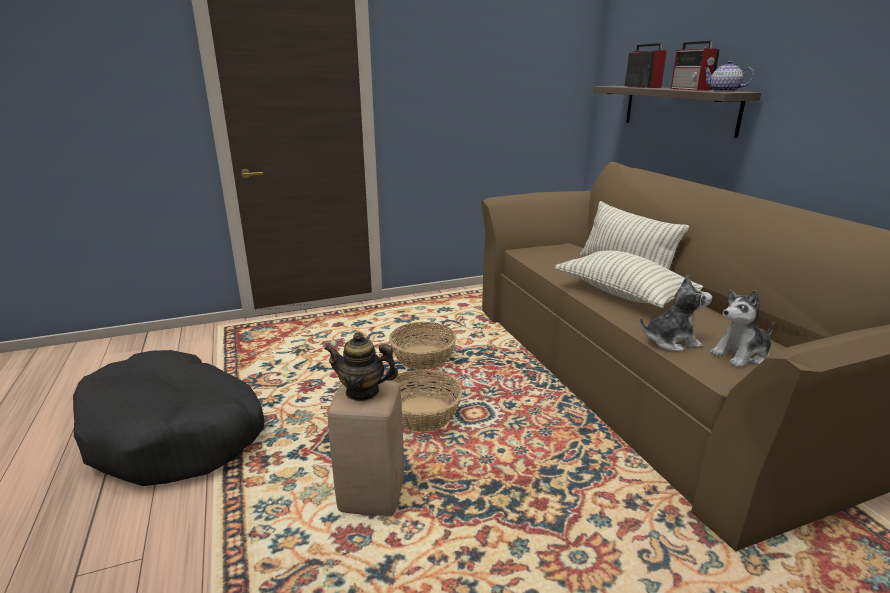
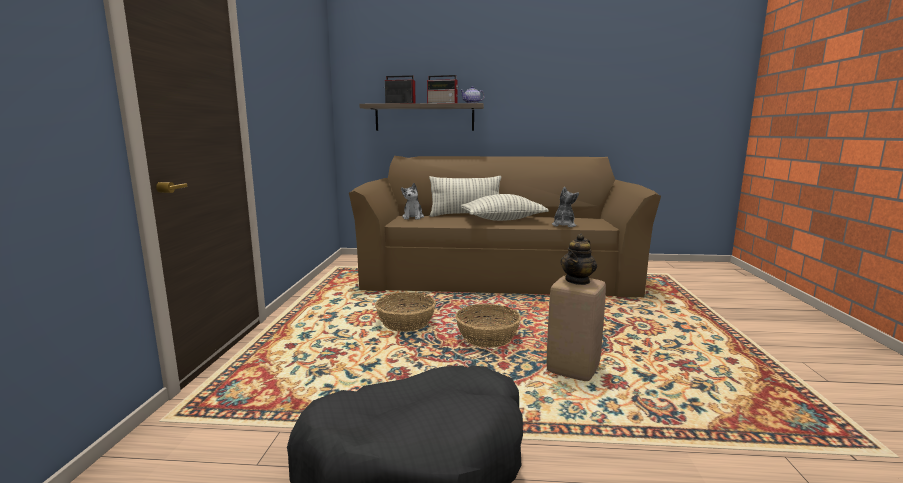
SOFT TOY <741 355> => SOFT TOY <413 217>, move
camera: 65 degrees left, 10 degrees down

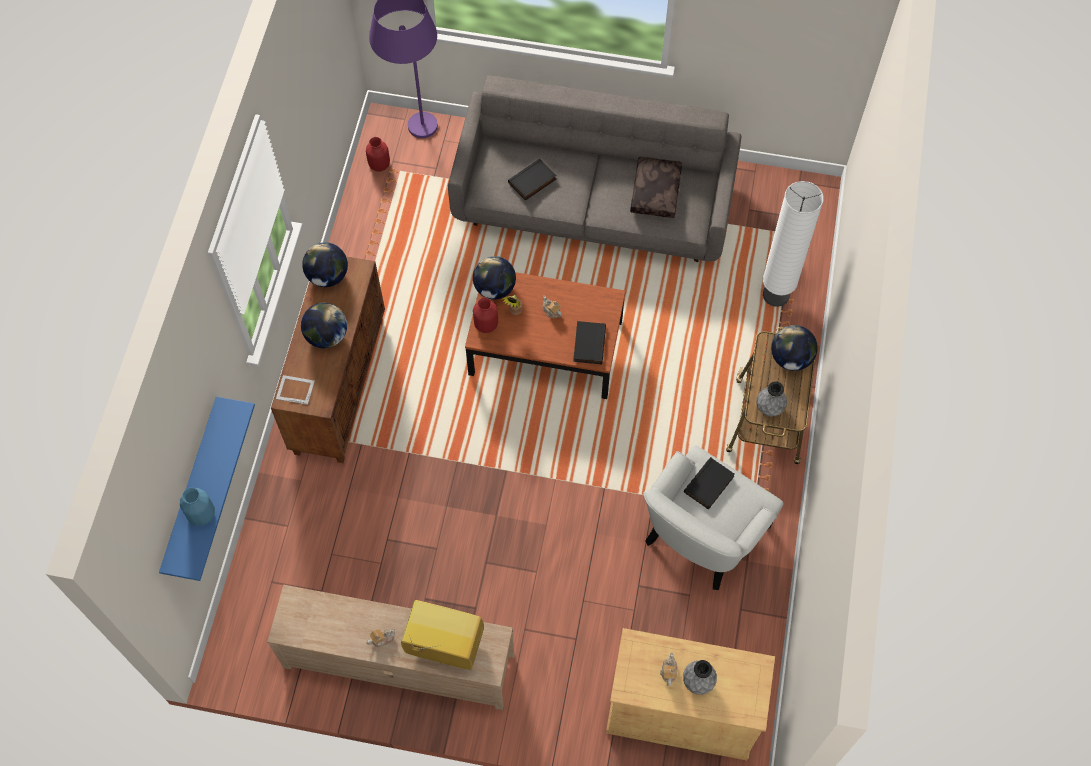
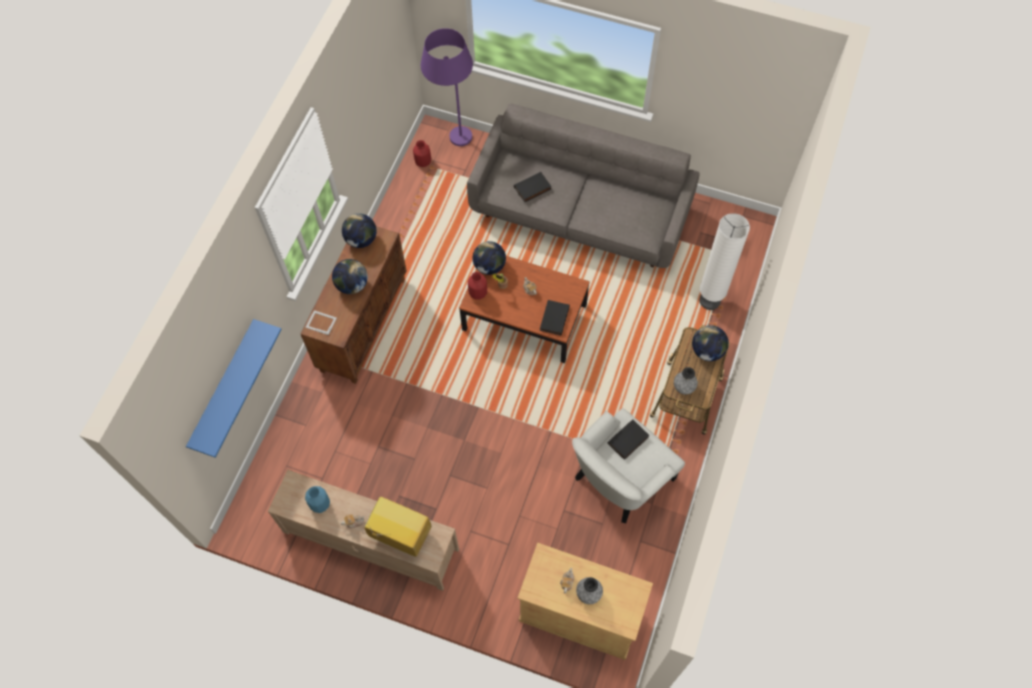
BLUE-COLOURED DECORATIVE VASE <201 514> => BLUE-COLOURED DECORATIVE VASE <320 504>, move
BROWN THROW PILLOW <654 191> => nothing
camera: 10 degrees right, 0 degrees up

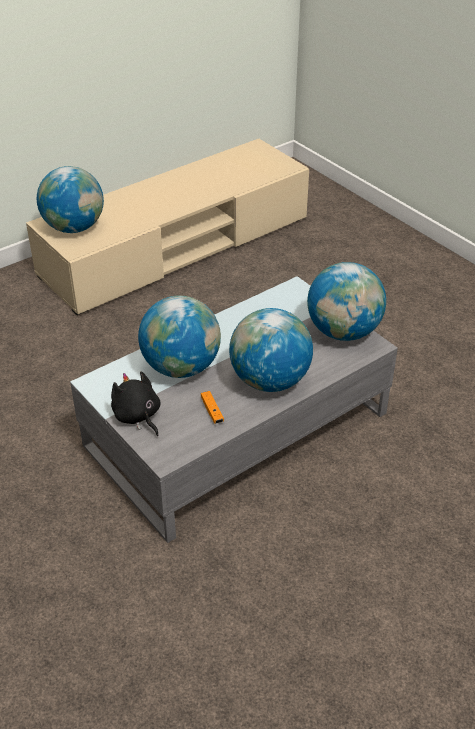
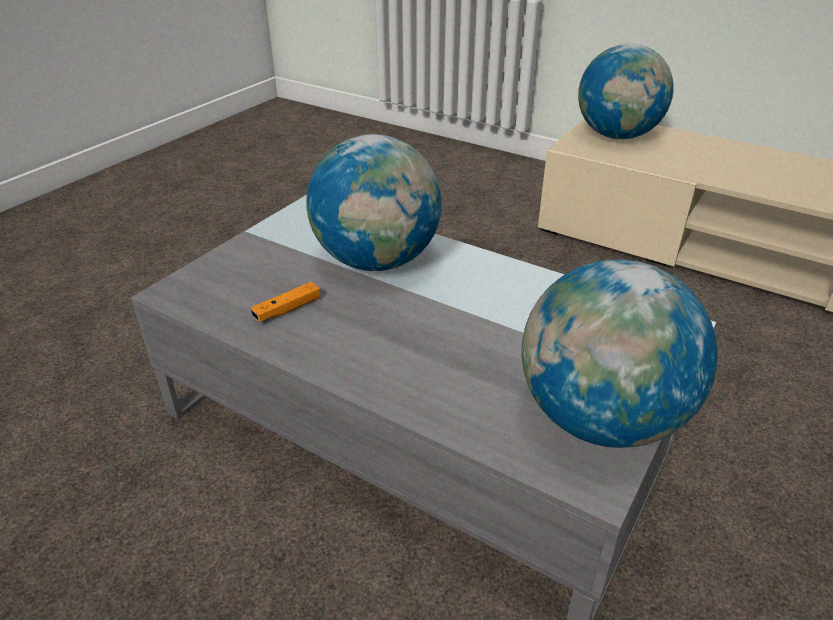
BLACK SOFT TOY <137 416> => nothing
DESK GLOBE <269 380> => nothing
camera: 70 degrees right, 5 degrees down

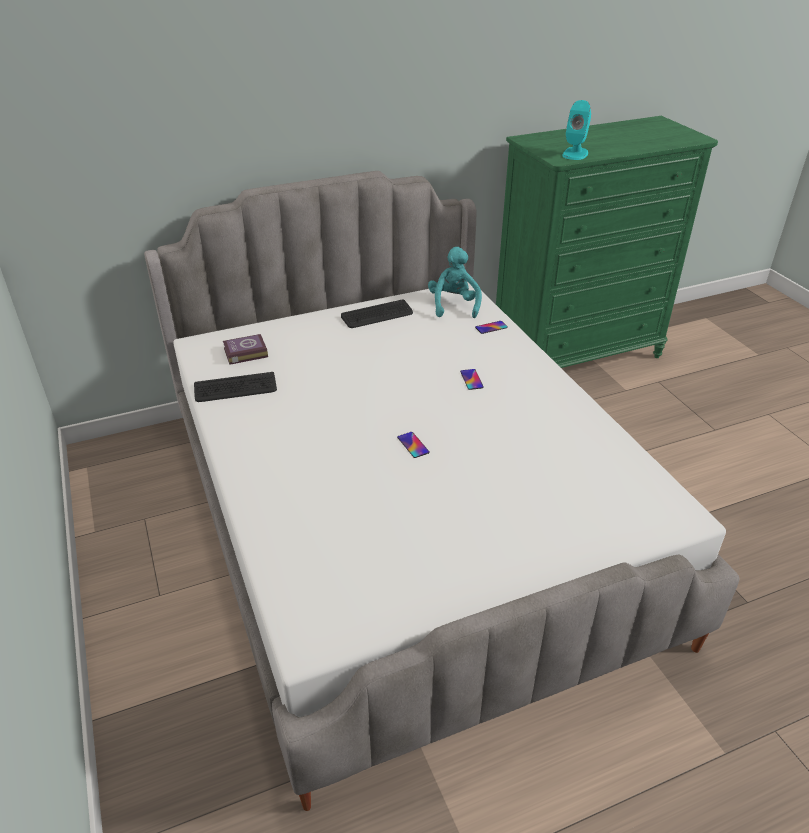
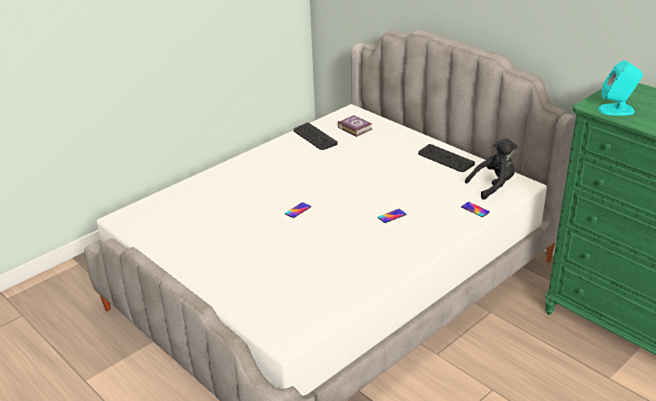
TURQUOISE SOFT TOY <454 305> => BLACK SOFT TOY <493 186>
camera: 70 degrees right, 5 degrees down

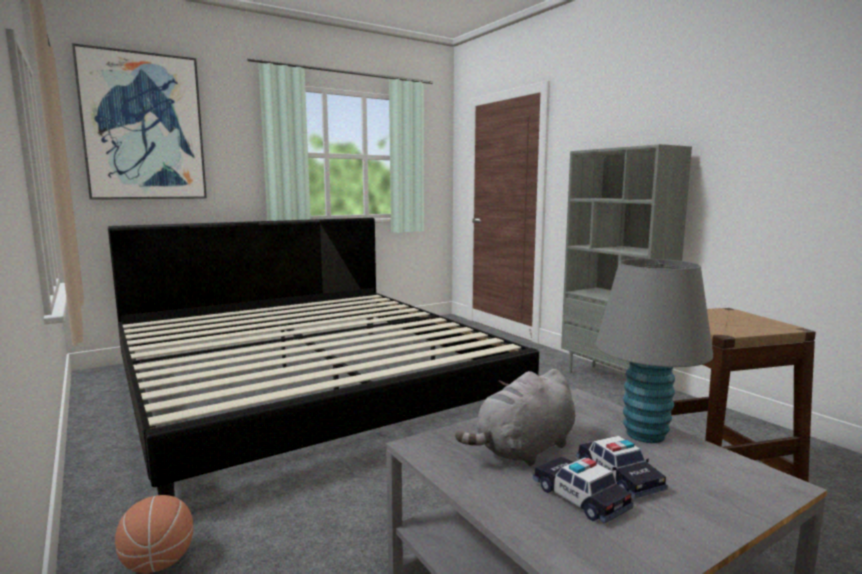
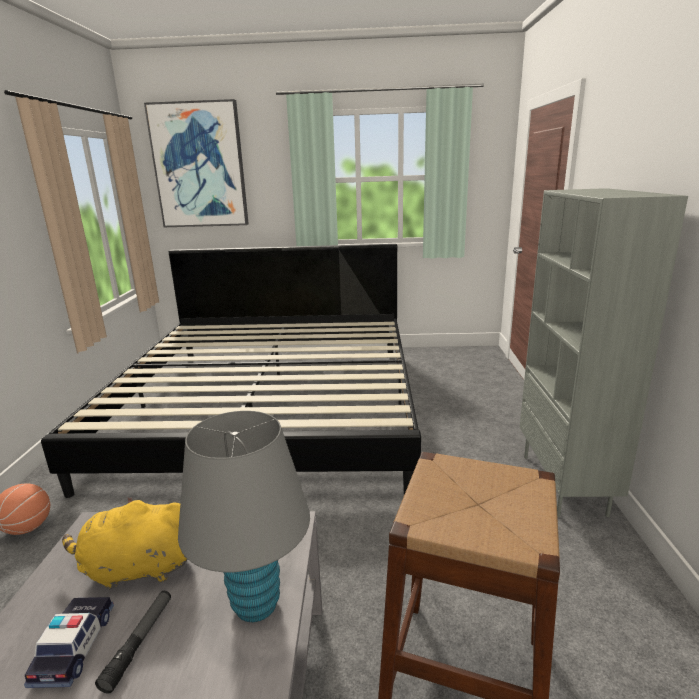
GREY SOFT TOY <524 450> => YELLOW SOFT TOY <137 568>
TOY CAR <618 476> => TORCH <139 642>
camera: 35 degrees right, 10 degrees up

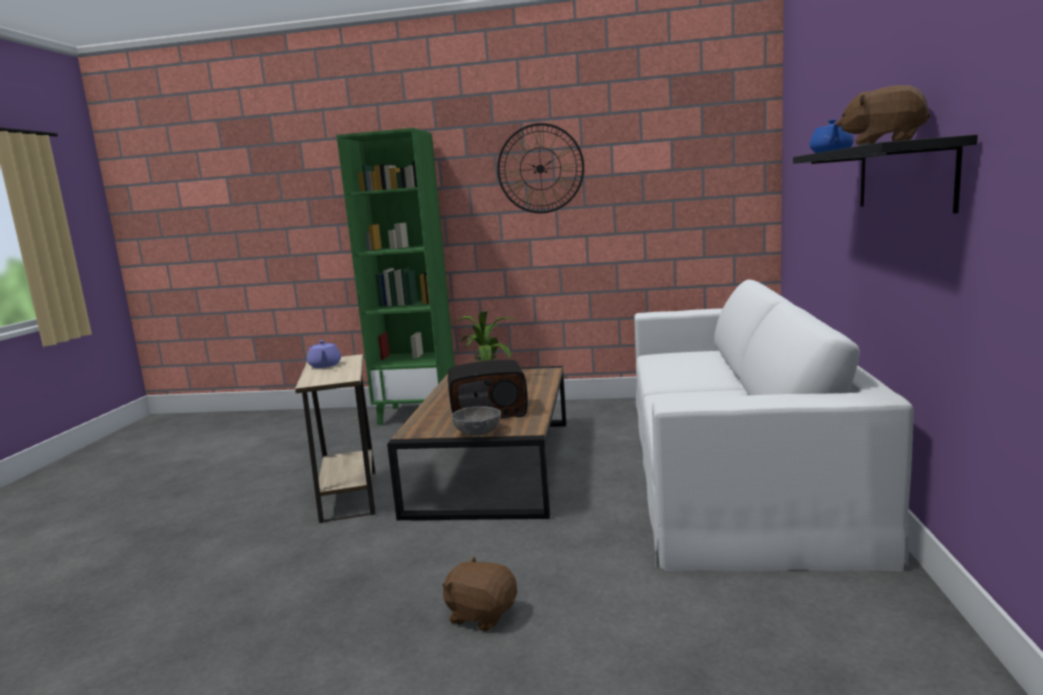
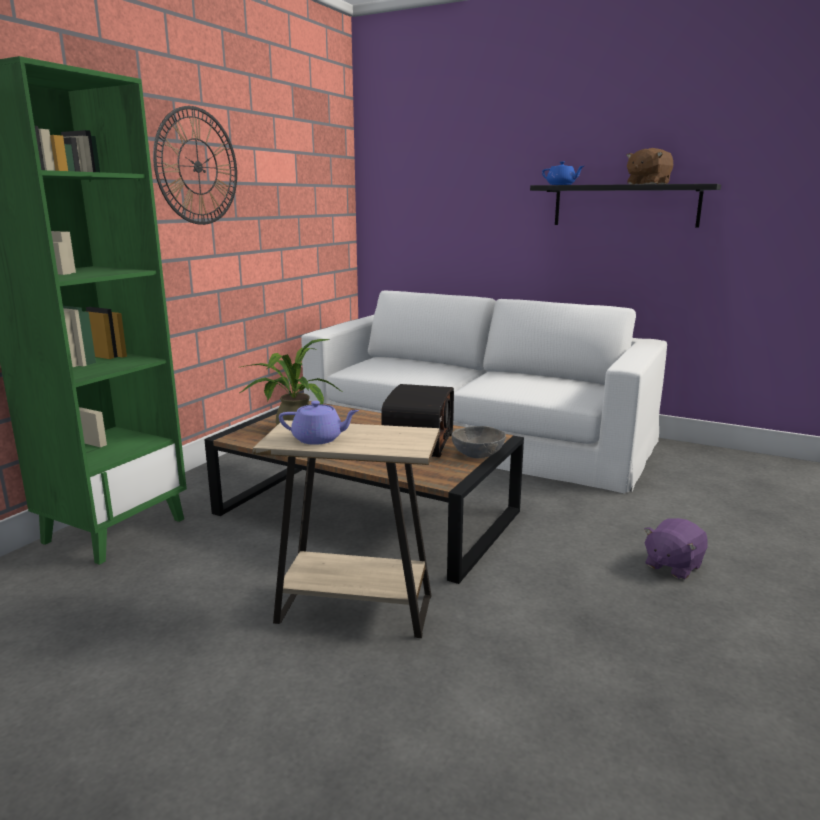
BROWN SOFT TOY <481 614> => PURPLE-COLOURED SOFT TOY <672 565>
camera: 70 degrees left, 5 degrees up

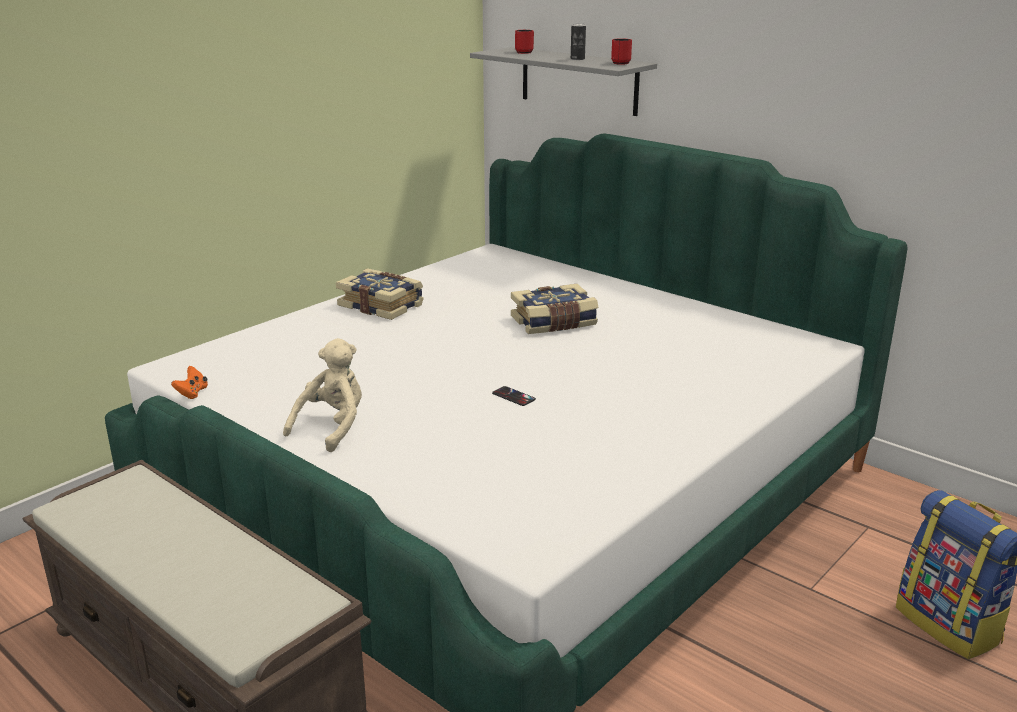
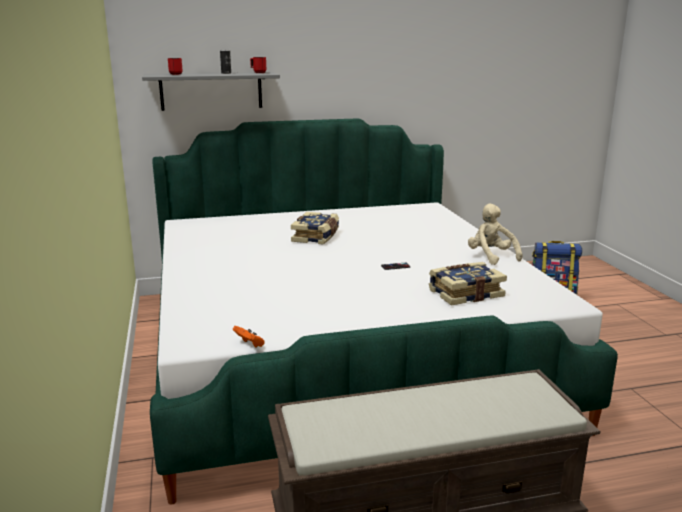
SAND-COLOURED SOFT TOY <332 427> => SAND-COLOURED SOFT TOY <491 257>, move
VOLUME <382 305> => VOLUME <465 293>, move
camera: 55 degrees left, 5 degrees down

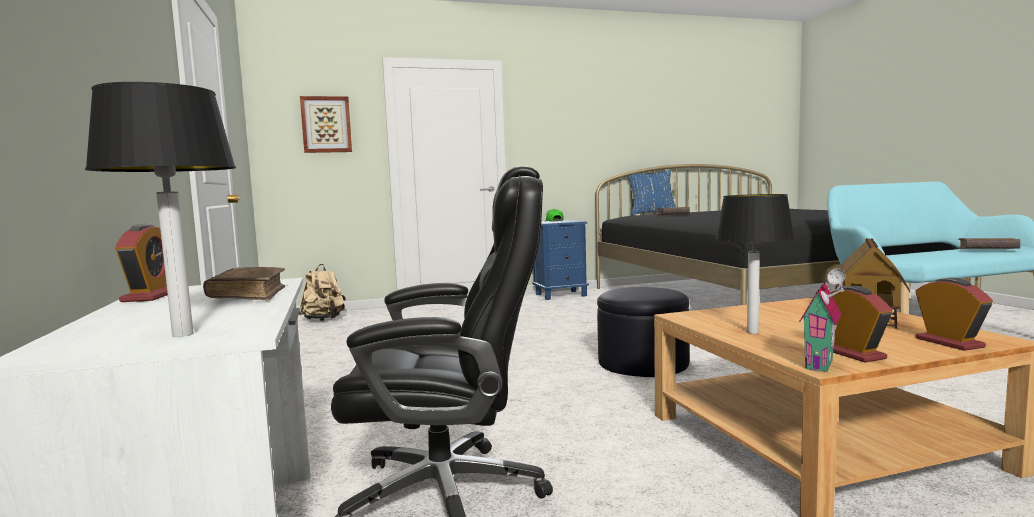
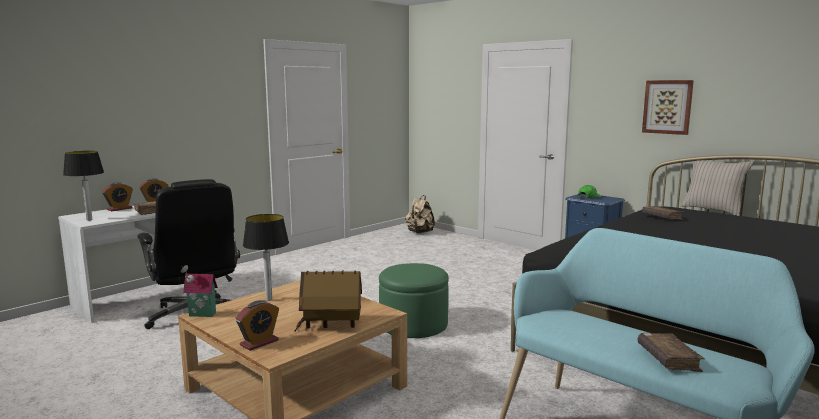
WALL PICTURE <326 124> => WALL PICTURE <667 107>, move
BLACK FOOTREST <643 363> => GREEN FOOTREST <413 324>
BLUE-COLOURED THROW PILLOW <652 213> => SAND-COLOURED THROW PILLOW <712 210>
BEDSIDE CLOCK <852 354> => BEDSIDE CLOCK <119 209>, move
camera: 60 degrees right, 5 degrees up

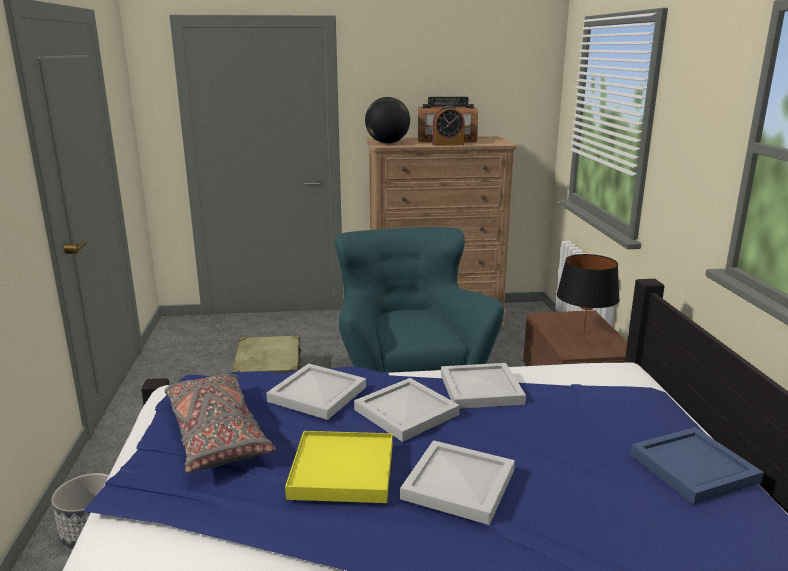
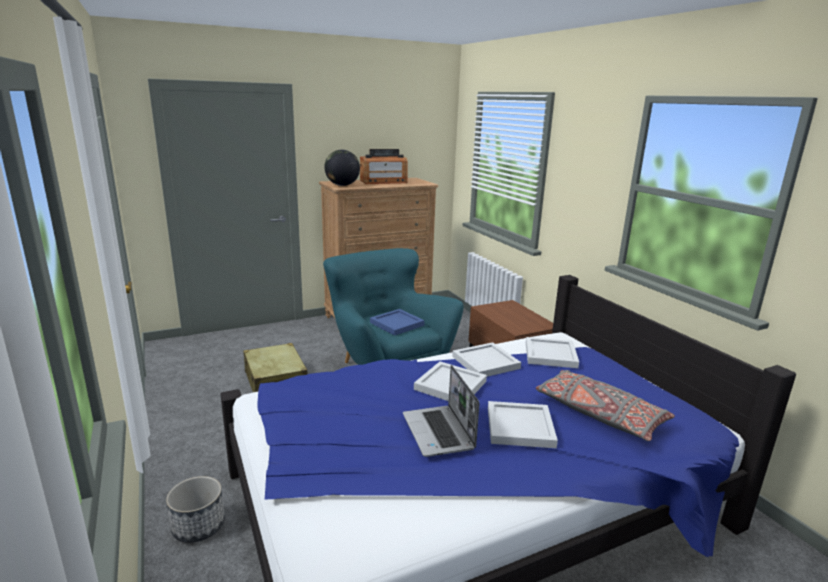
GREY THROW PILLOW <216 434> => GREY THROW PILLOW <599 414>, move
WHITISH SERVING TRAY <317 393> => WHITISH SERVING TRAY <549 354>, move
YELLOW SERVING TRAY <343 471> => PORTABLE COMPUTER <439 432>
BEDSIDE CLOCK <448 144> => nothing
BLACK TABLE LAMP <584 333> => nothing
BLUE-COLOURED SERVING TRAY <691 467> => BLUE-COLOURED SERVING TRAY <396 324>, move
camera: 20 degrees left, 0 degrees up

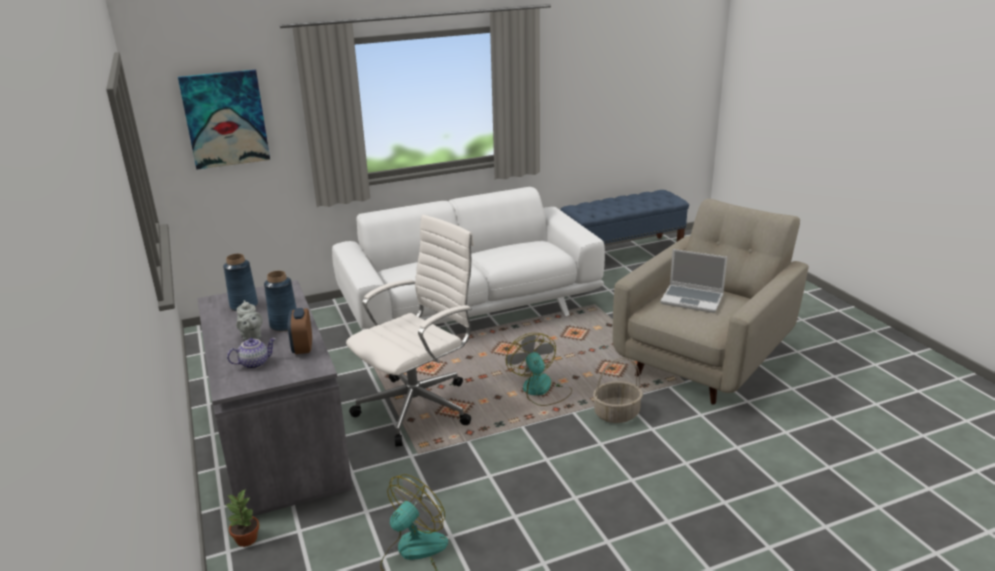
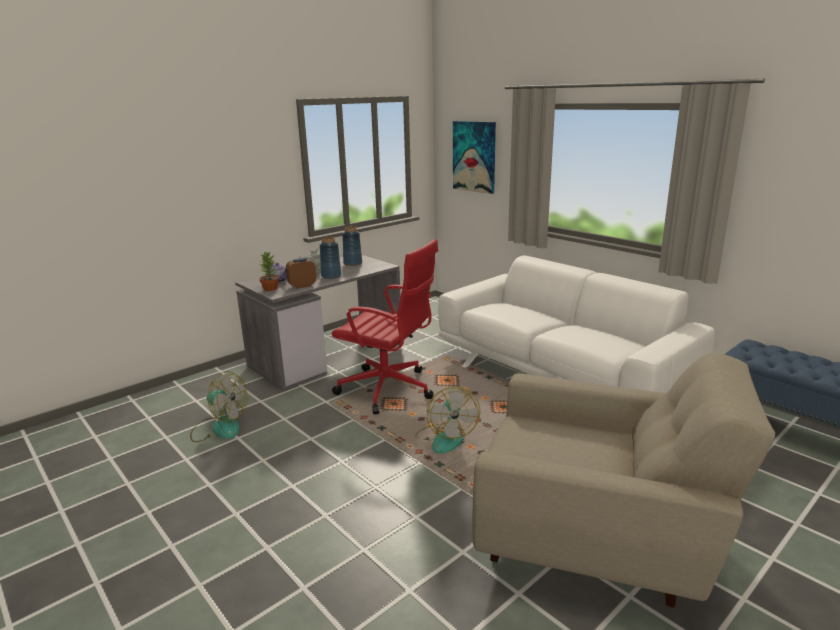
PLANT IN A POT <247 539> => PLANT IN A POT <270 289>, move
WHITISH COMPUTER CHAIR <419 407> => RED COMPUTER CHAIR <388 390>
COOLING FAN <541 390> => COOLING FAN <445 438>, 120 degrees clockwise
BASKET <617 413> => nothing
PORTABLE COMPUTER <693 299> => nothing
camera: 70 degrees right, 5 degrees down

